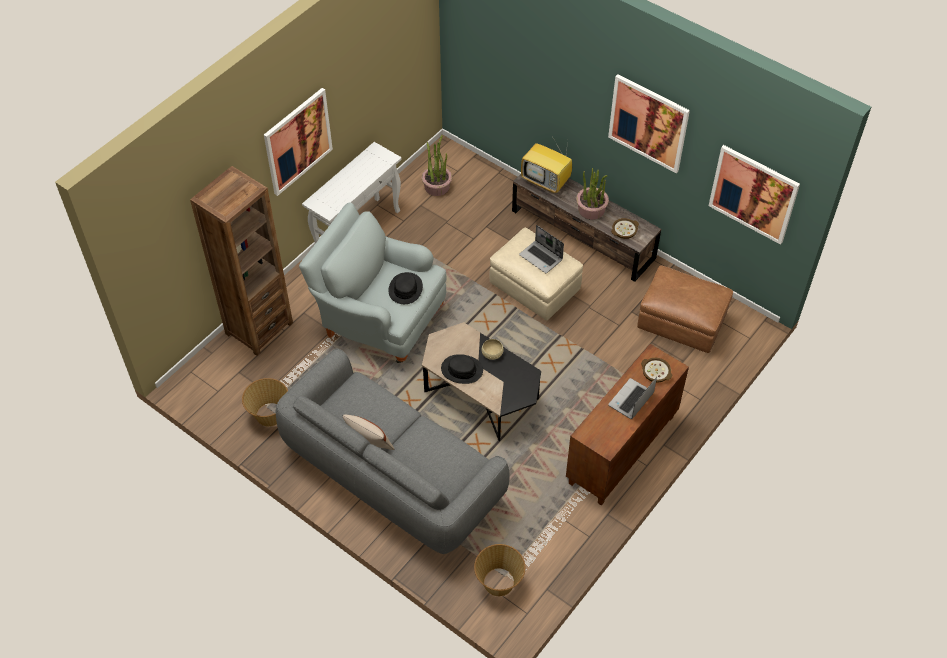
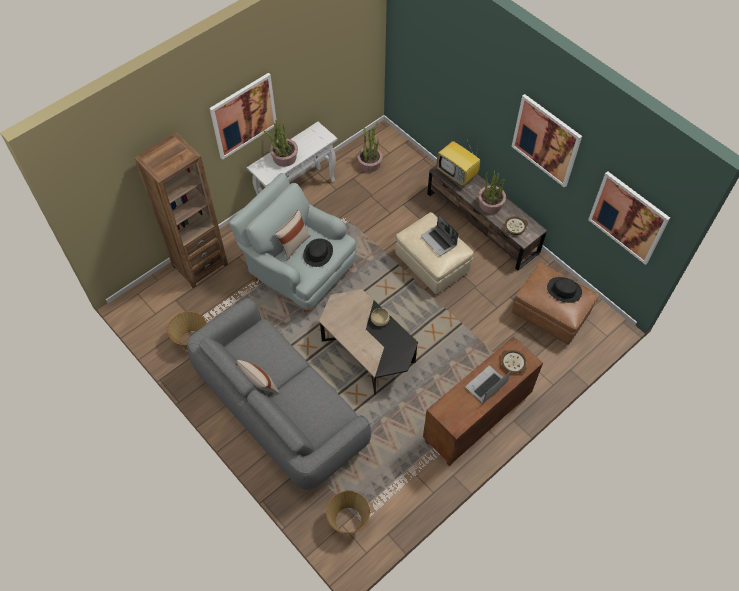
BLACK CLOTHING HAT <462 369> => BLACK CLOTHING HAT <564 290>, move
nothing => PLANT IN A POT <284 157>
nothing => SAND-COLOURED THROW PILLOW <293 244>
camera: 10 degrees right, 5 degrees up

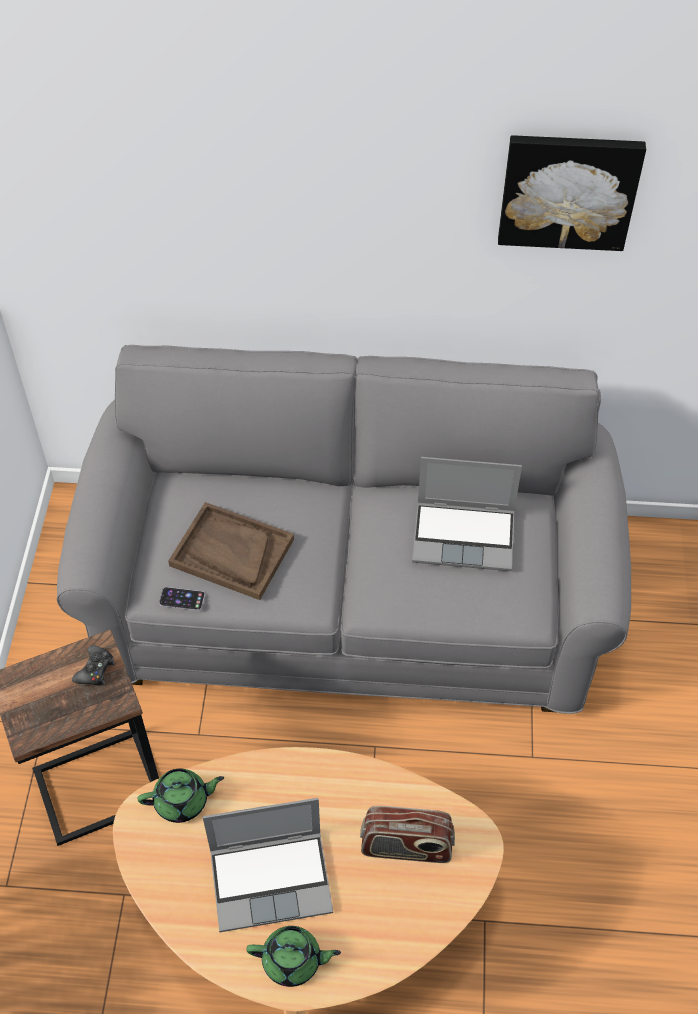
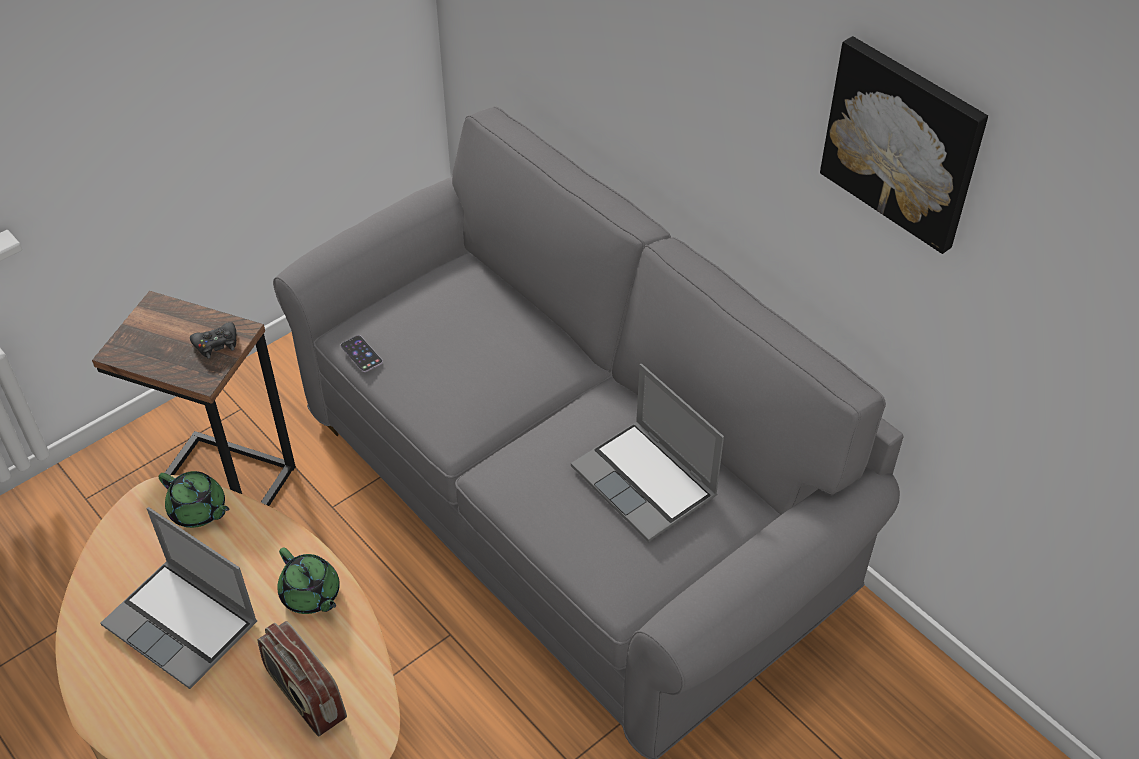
BROWN SERVING TRAY <231 552> => nothing
GREEN TEA POT <293 960> => GREEN TEA POT <311 595>, move
camera: 45 degrees right, 5 degrees down

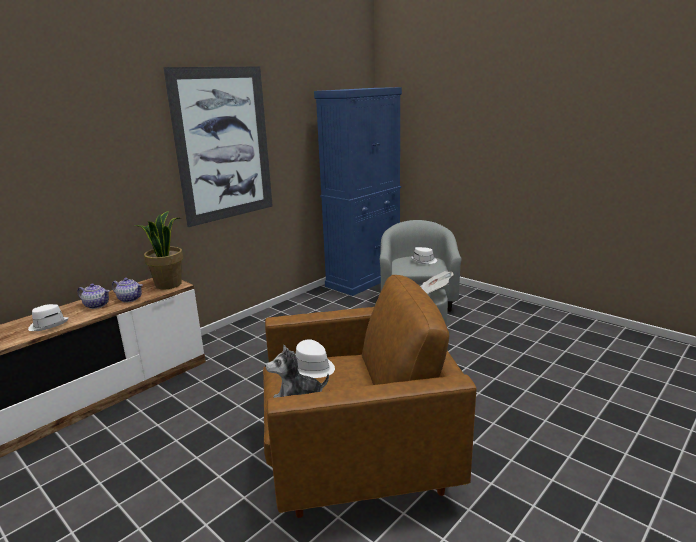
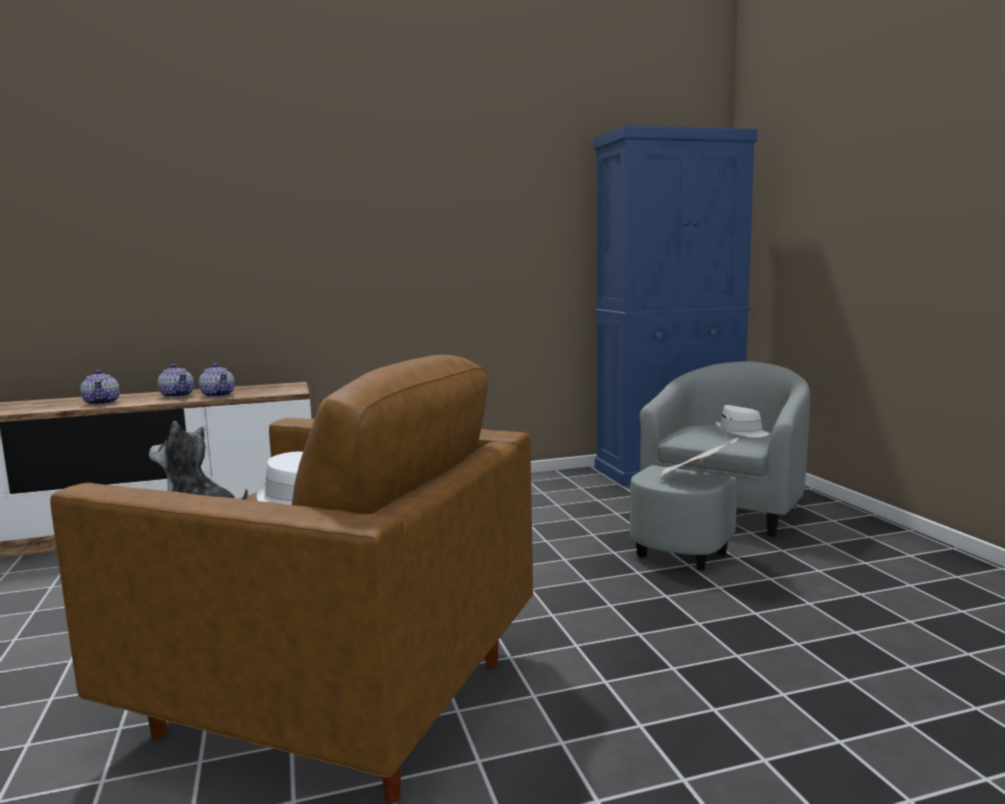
WHITISH CLOTHING HAT <48 324> => TEA POT <102 403>
PLANT IN A POT <168 284> => nothing
WALL PICTURE <223 145> => nothing
camera: 30 degrees right, 10 degrees down

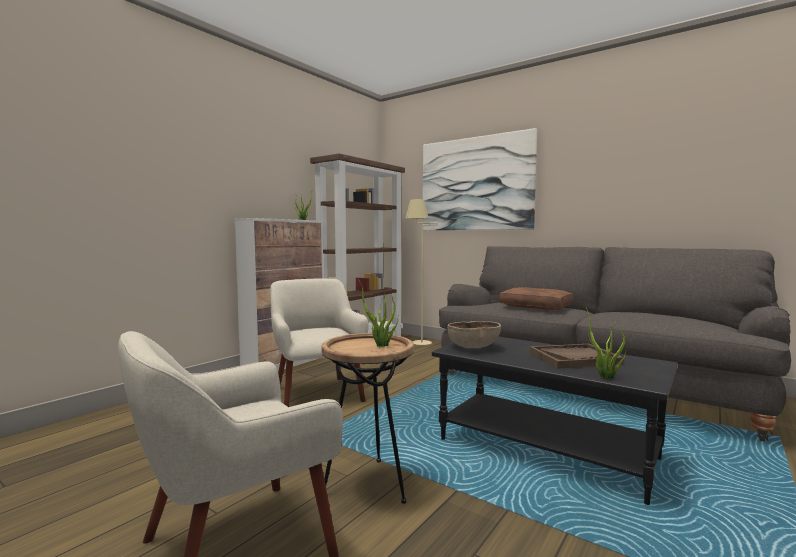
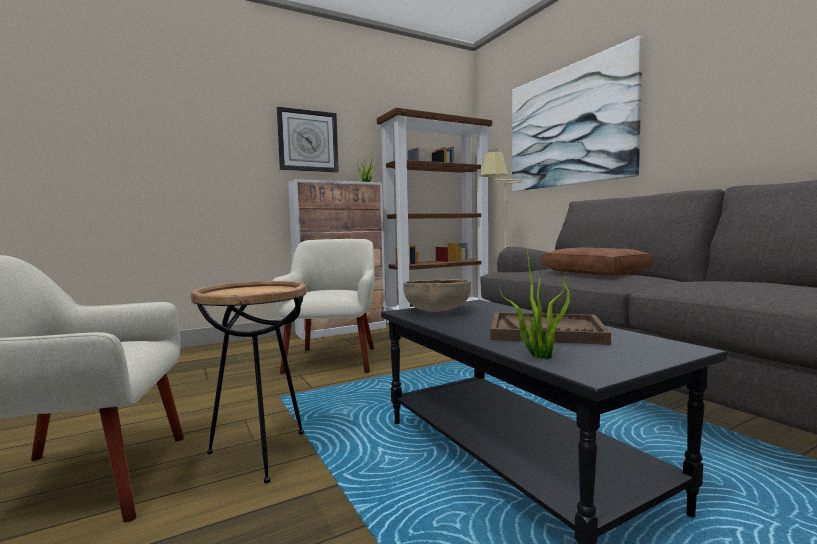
PLANT IN A POT <380 345> => nothing
nothing => HANGING CLOCK <308 141>
camera: 25 degrees right, 0 degrees up

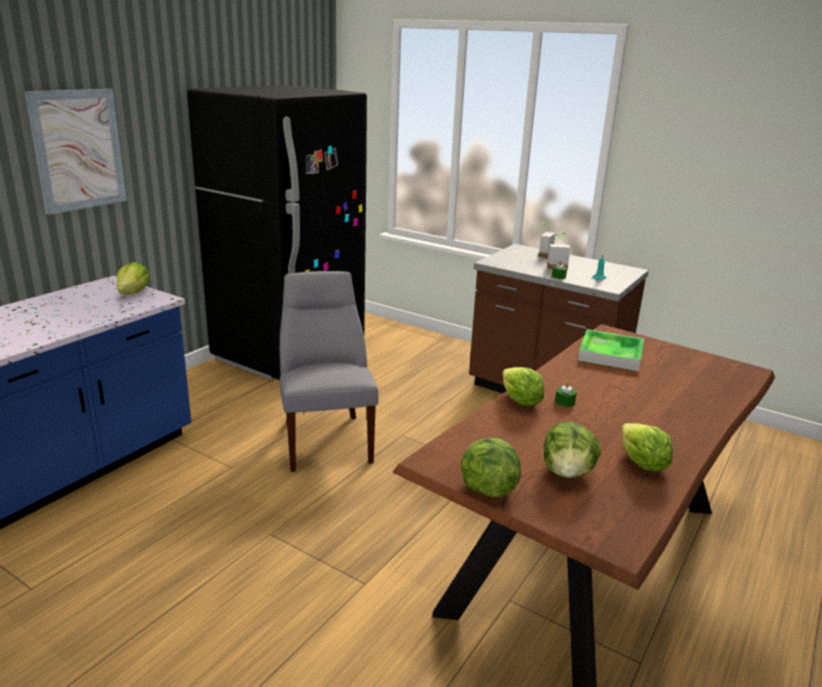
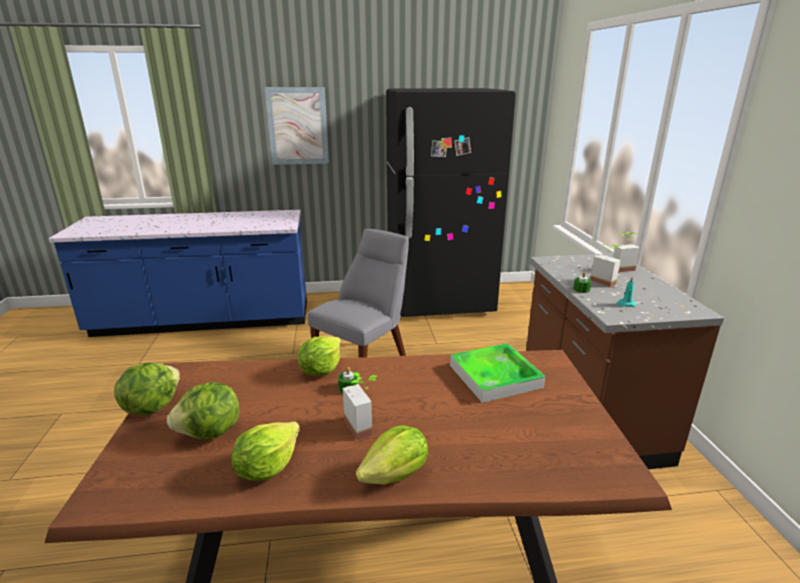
LETTUCE HEAD <134 293> => LETTUCE HEAD <396 475>, move
nothing => PLANT IN A POT <364 425>
camera: 50 degrees right, 0 degrees up

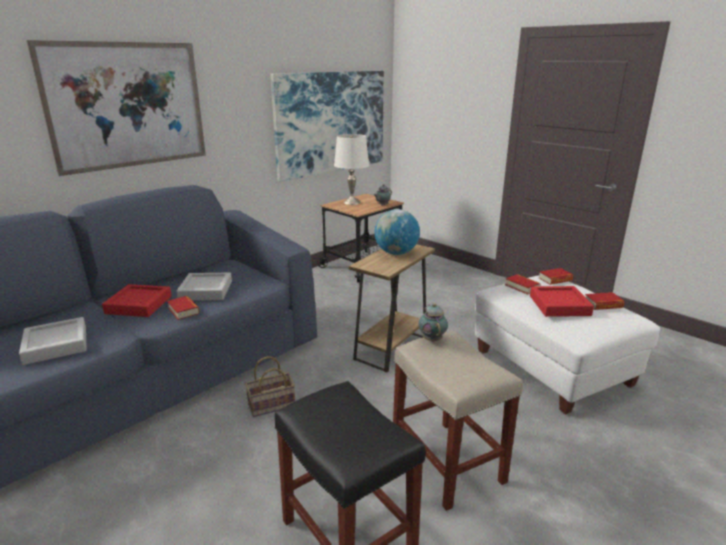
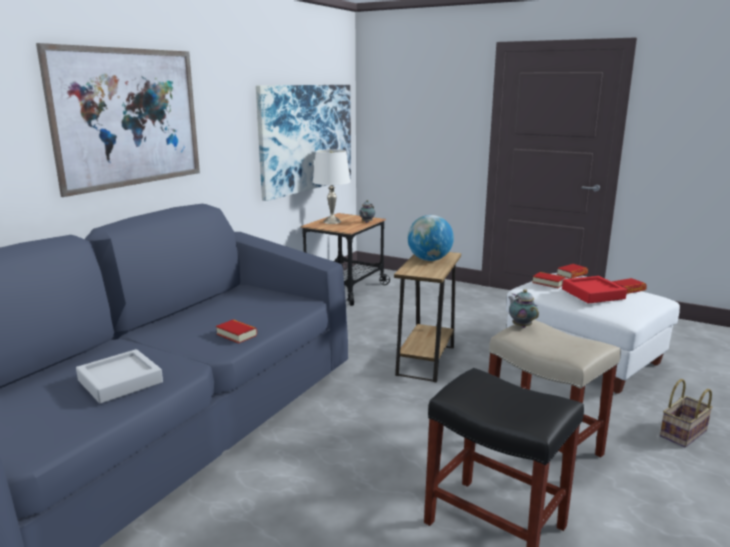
RED SERVING TRAY <139 305> => nothing
GREY SERVING TRAY <206 291> => nothing
BASKET <270 406> => BASKET <683 434>, move
camera: 15 degrees left, 5 degrees down

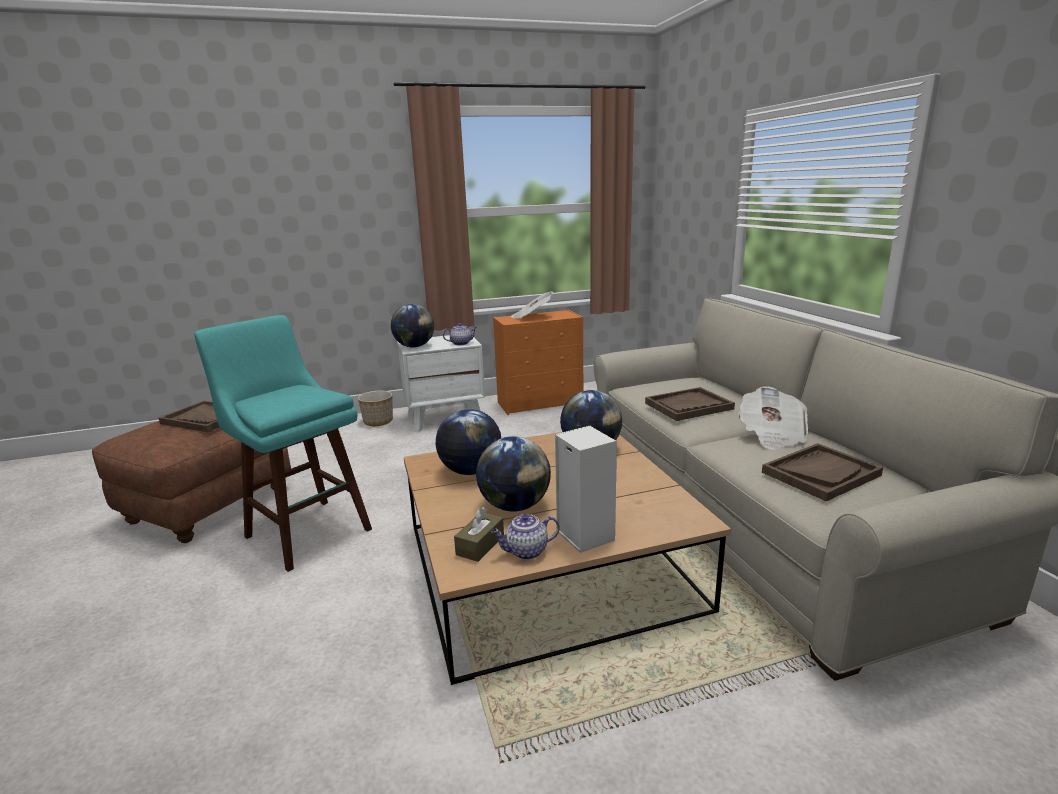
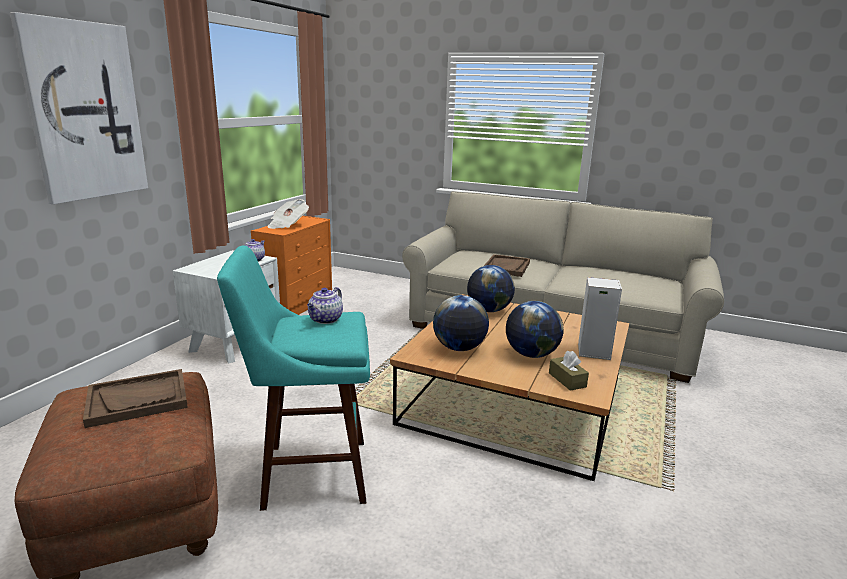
PLANTER <378 421> => nothing
DESK GLOBE <414 346> => nothing
TEA POT <526 551> => TEA POT <325 320>, move
DAILY PAPER <771 435> => nothing
BROWN SERVING TRAY <820 473> => nothing
nothing => WALL PICTURE <85 111>
camera: 50 degrees left, 0 degrees up

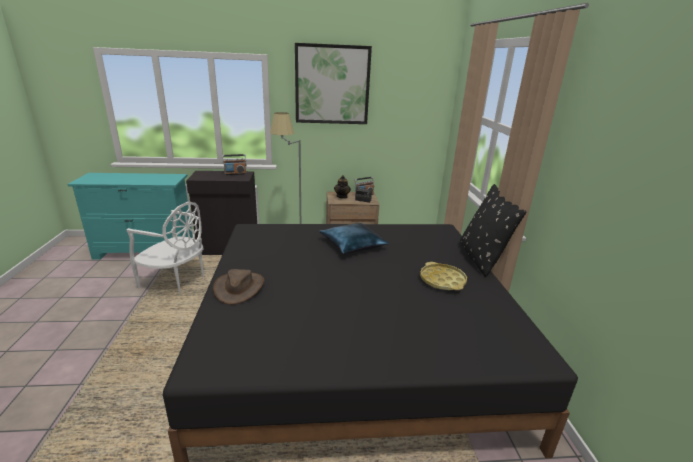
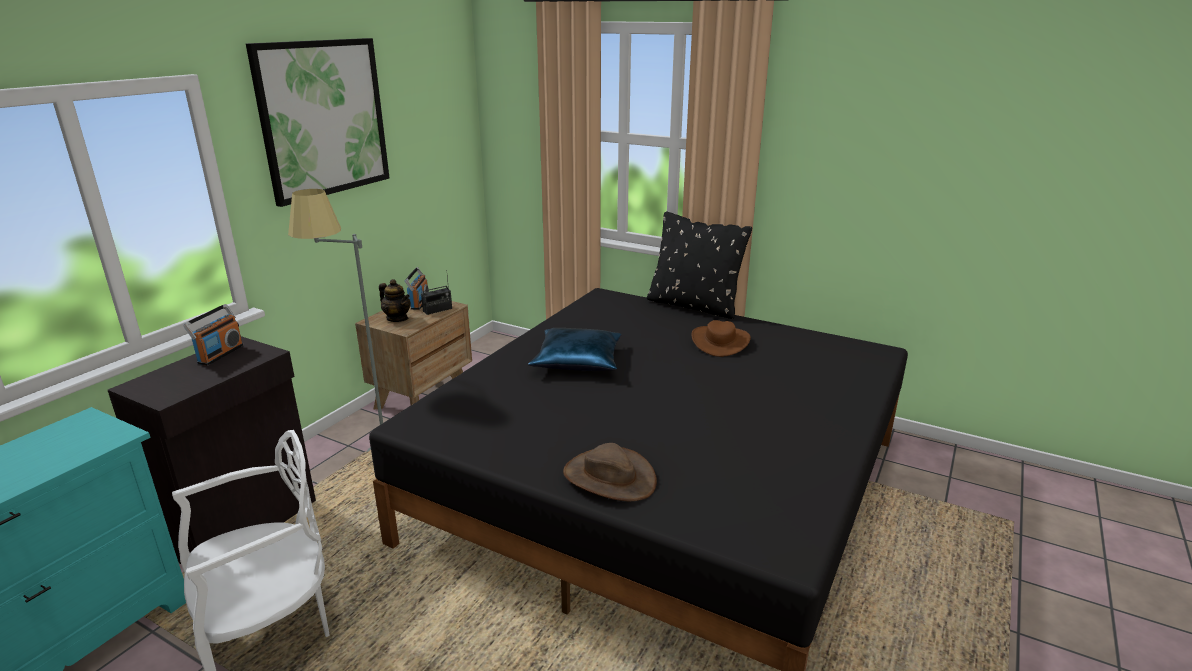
YELLOW SERVING TRAY <442 280> => BROWN CLOTHING HAT <720 342>
camera: 55 degrees left, 0 degrees up

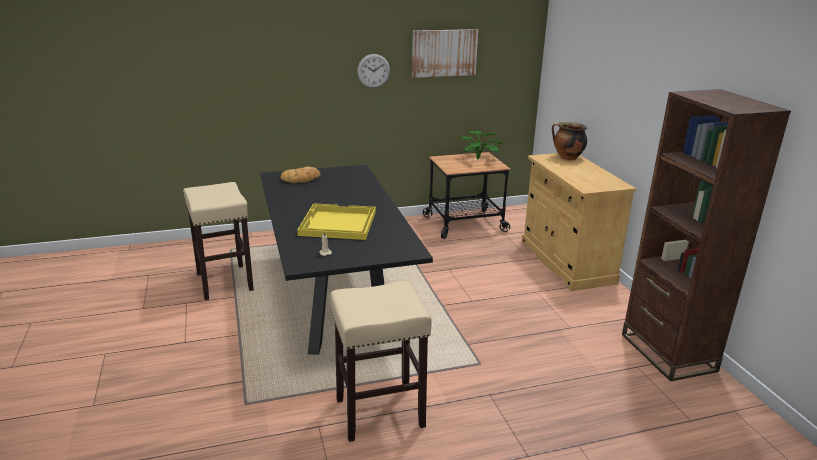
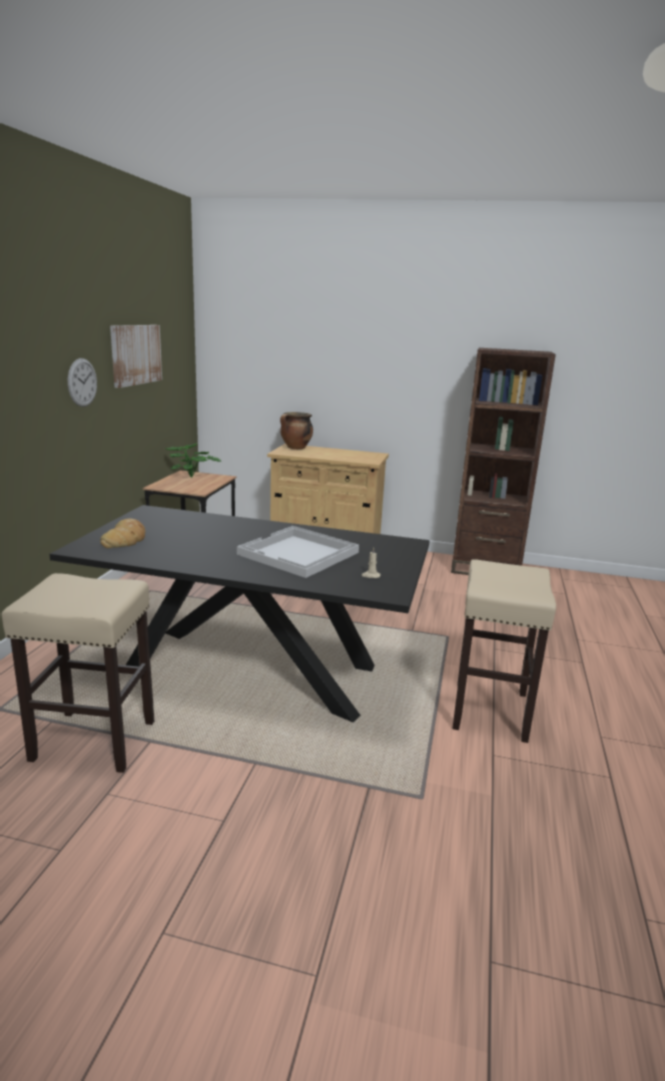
YELLOW SERVING TRAY <337 224> => WHITISH SERVING TRAY <298 554>
camera: 60 degrees left, 5 degrees down

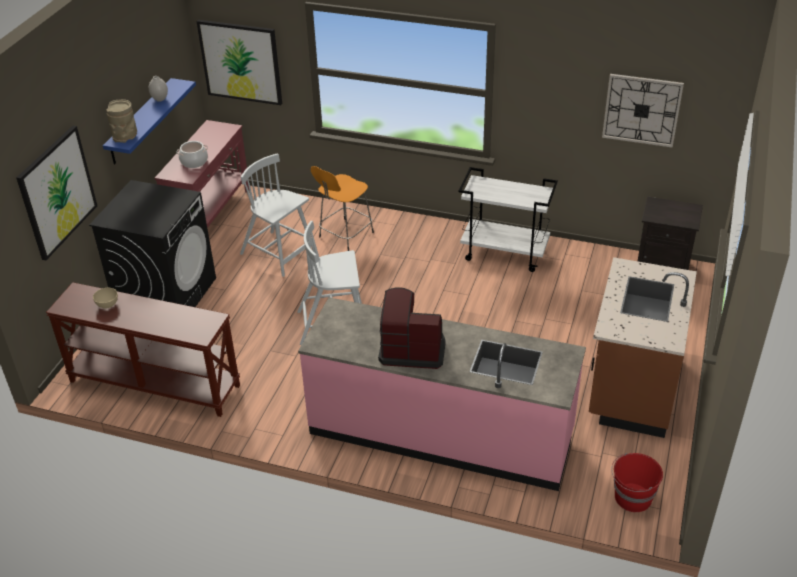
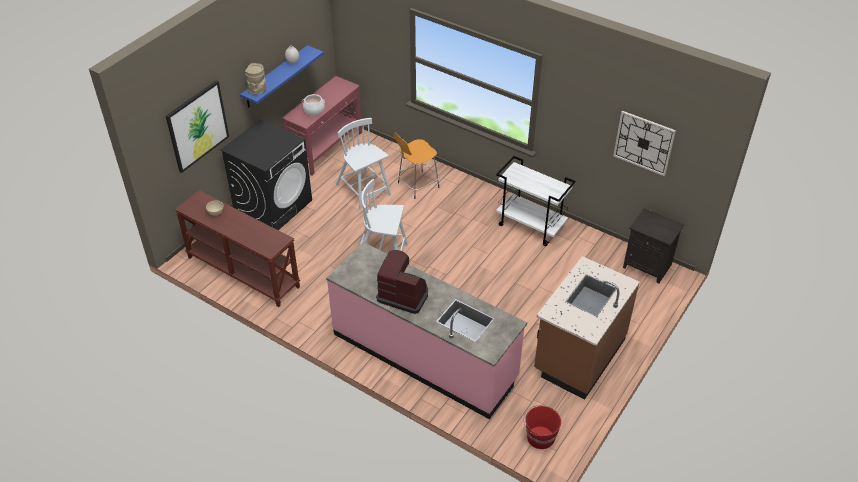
WALL PICTURE <241 62> => nothing
camera: 15 degrees right, 5 degrees up

